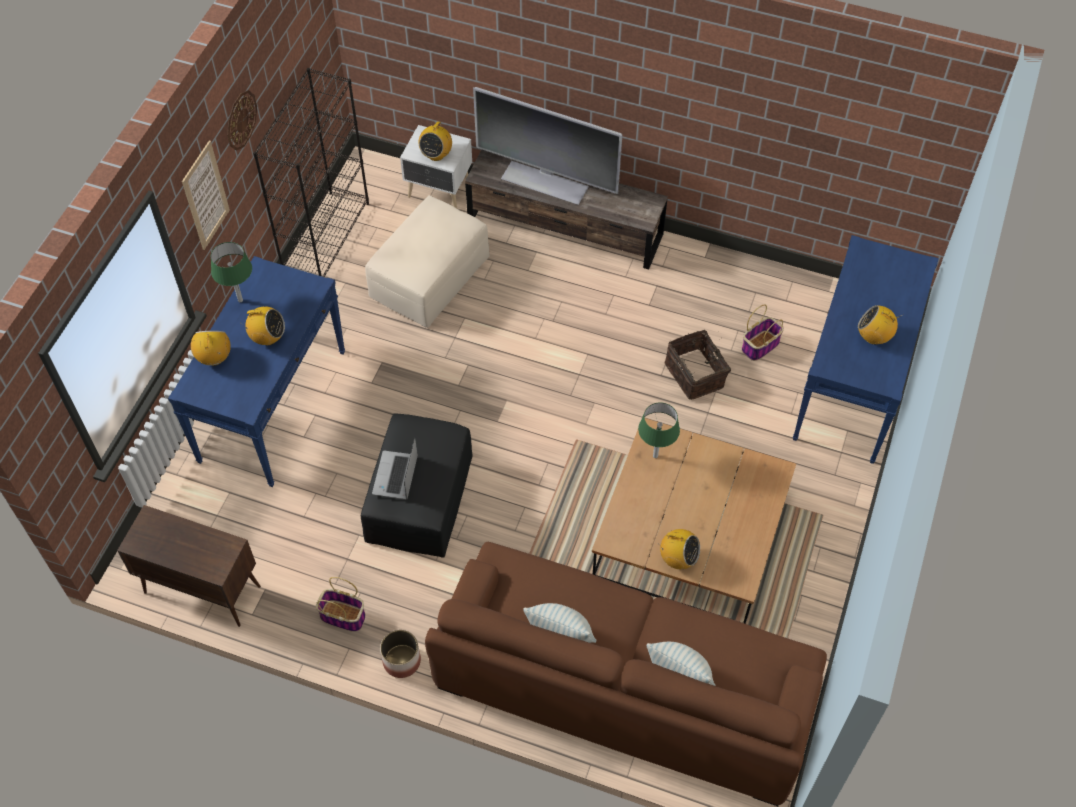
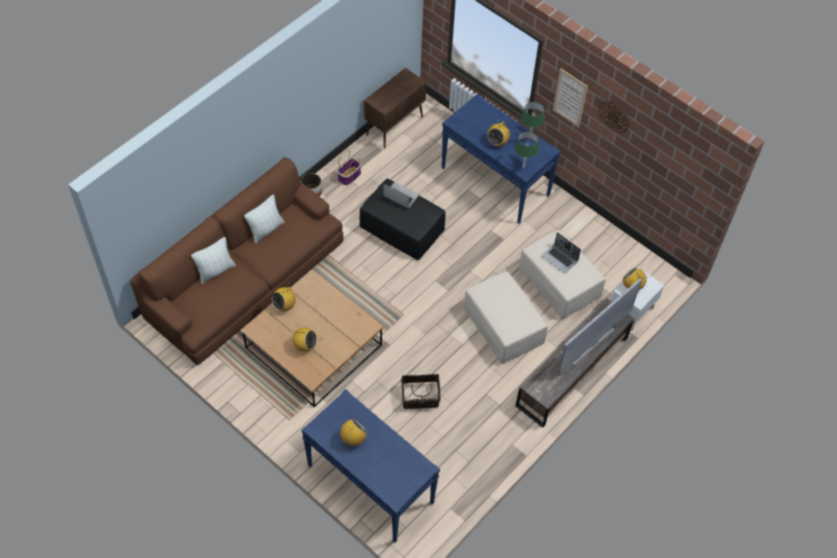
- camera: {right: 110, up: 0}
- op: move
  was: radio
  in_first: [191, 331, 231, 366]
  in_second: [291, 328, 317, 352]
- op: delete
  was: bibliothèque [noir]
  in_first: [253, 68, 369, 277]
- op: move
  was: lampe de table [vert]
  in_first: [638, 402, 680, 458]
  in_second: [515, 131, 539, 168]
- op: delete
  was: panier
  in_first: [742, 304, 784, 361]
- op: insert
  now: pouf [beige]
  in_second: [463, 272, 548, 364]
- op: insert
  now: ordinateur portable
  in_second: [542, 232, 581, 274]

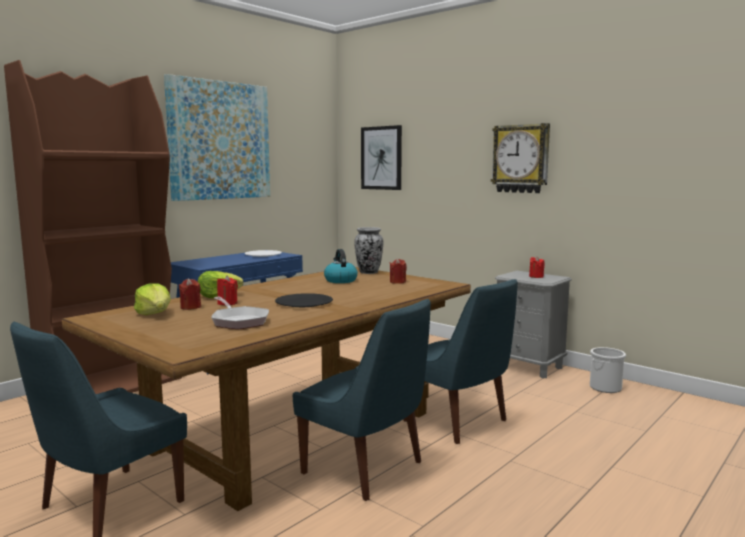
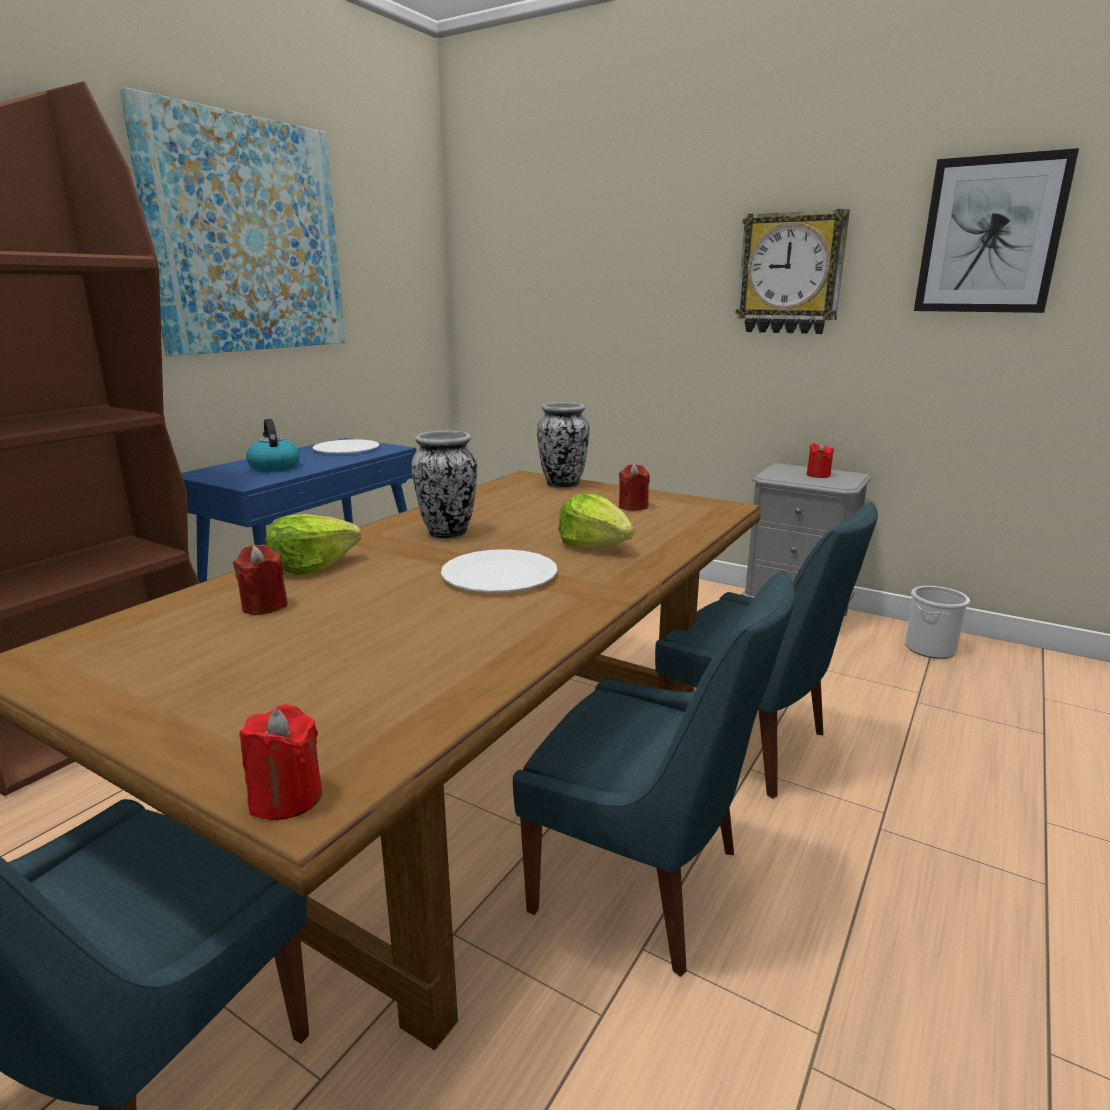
- camera: {right: -10, up: 10}
- op: move
  was: laitue
  in_first: [134, 283, 171, 315]
  in_second: [558, 493, 634, 549]
- op: delete
  was: poêle
  in_first: [211, 297, 269, 329]
- op: move
  was: bougie [rouge]
  in_first: [217, 275, 238, 305]
  in_second: [239, 704, 322, 820]
- op: recolor
  was: assiette [noir]
  now: assiette [blanc]
  in_first: [275, 293, 333, 307]
  in_second: [441, 549, 557, 592]
- op: move
  was: bouilloire
  in_first: [324, 249, 358, 283]
  in_second: [246, 419, 300, 472]
- op: move
  was: tableau
  in_first: [361, 125, 402, 190]
  in_second: [914, 148, 1079, 313]
- op: insert
  now: vase
  in_second: [412, 431, 477, 539]

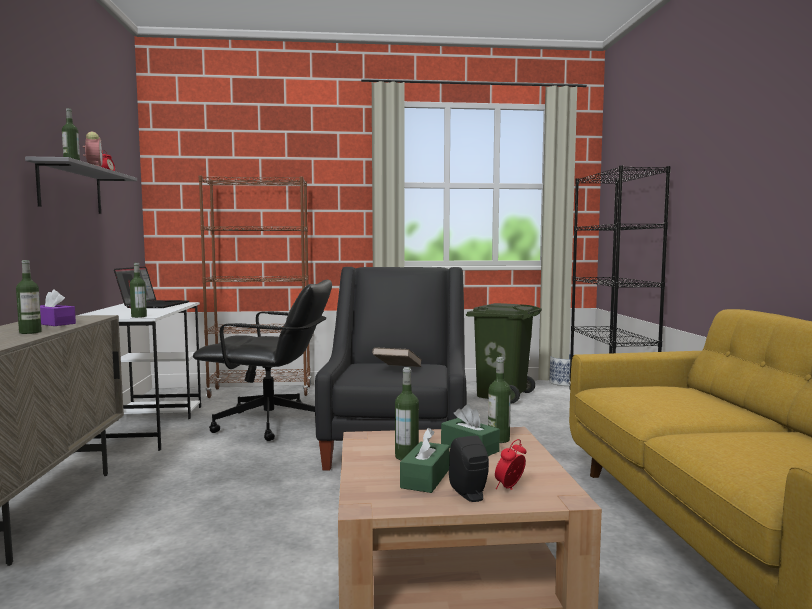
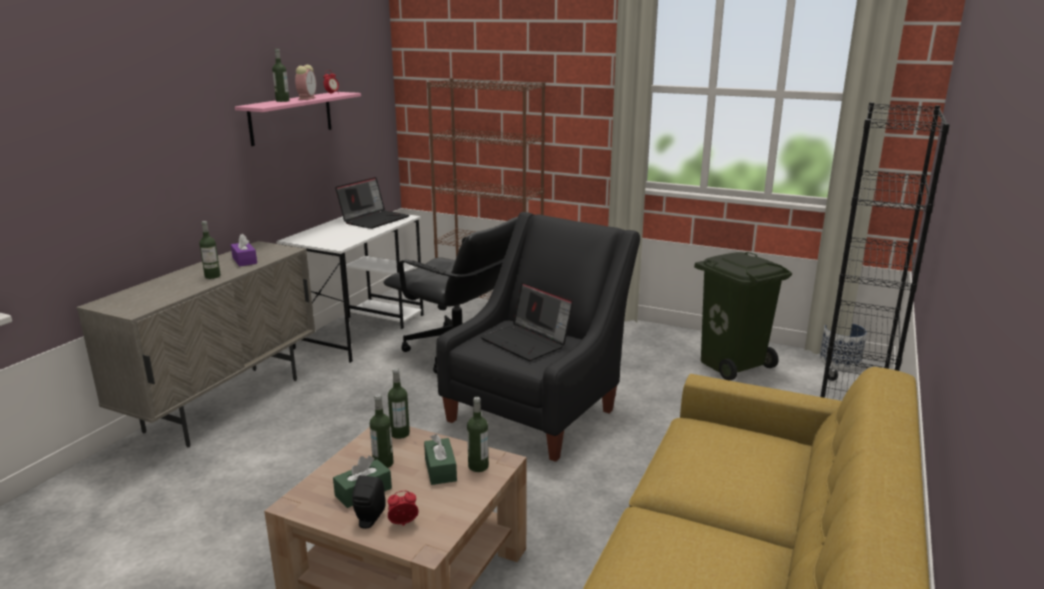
- camera: {right: 30, up: 15}
- op: recolor
  was: étagère [gris]
  now: étagère [rose]
  in_first: [25, 157, 137, 214]
  in_second: [235, 92, 361, 146]
- op: move
  was: bouteille
  in_first: [130, 263, 147, 318]
  in_second: [388, 368, 410, 439]
- op: replace
  was: livre [marron]
  now: ordinateur portable
  in_first: [372, 347, 422, 367]
  in_second: [481, 282, 573, 361]

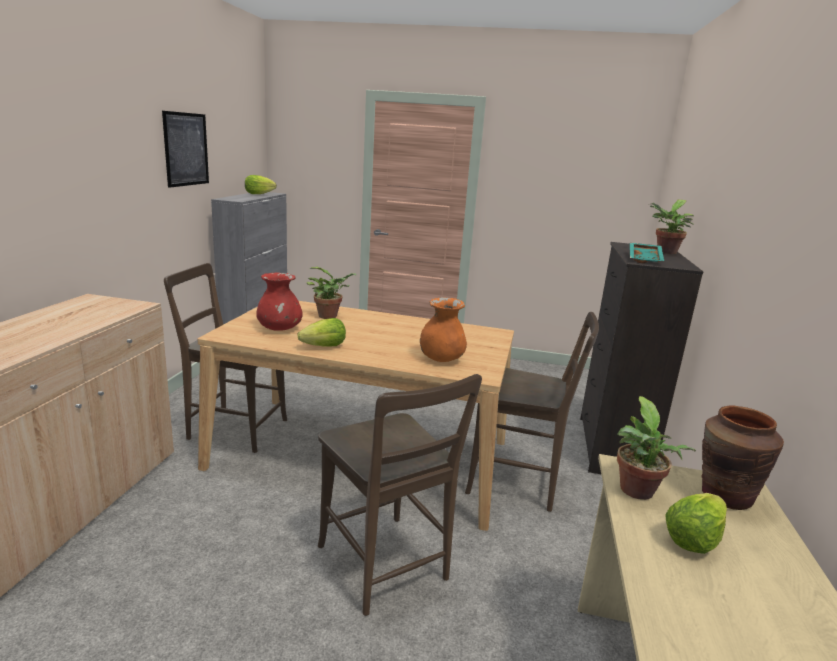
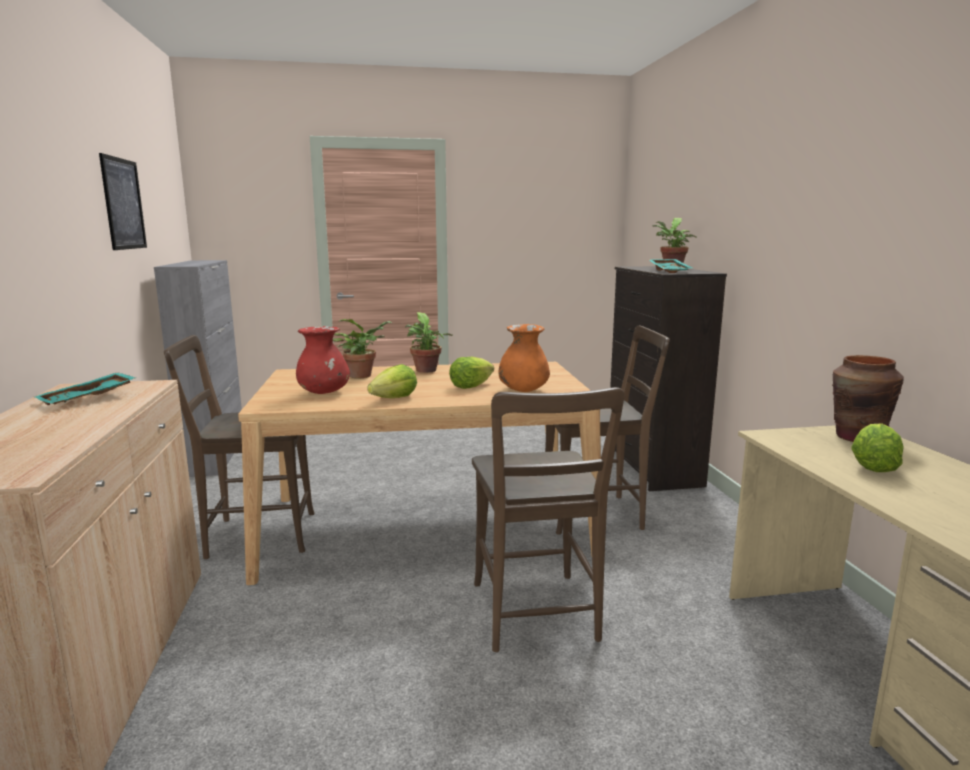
- camera: {right: -20, up: -5}
- op: move
  was: laitue
  in_first: [245, 175, 277, 194]
  in_second: [449, 357, 494, 389]
- op: rotate
  was: chaise [marron]
  in_first: [318, 374, 482, 616]
  in_second: [472, 387, 624, 652]
  clockwise: 45
- op: move
  was: plante en pot
  in_first: [617, 396, 696, 500]
  in_second: [405, 312, 453, 373]
- op: insert
  now: plateau [turquoise]
  in_second: [35, 372, 136, 405]

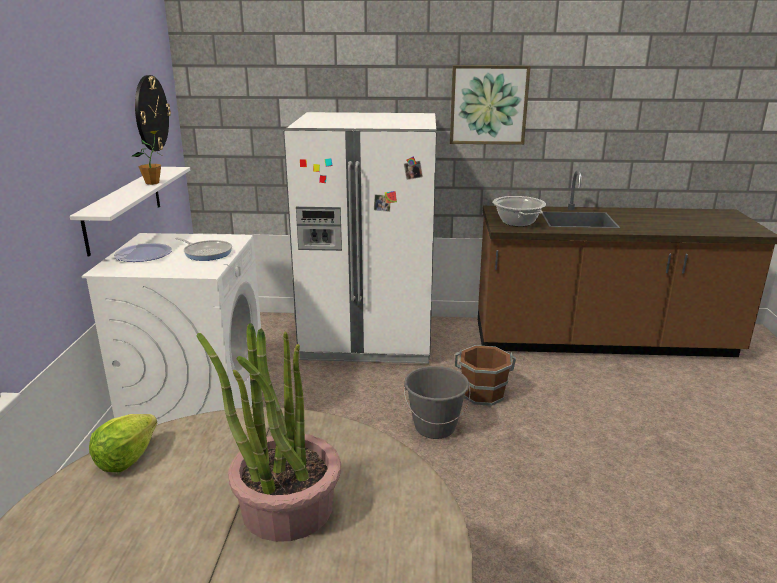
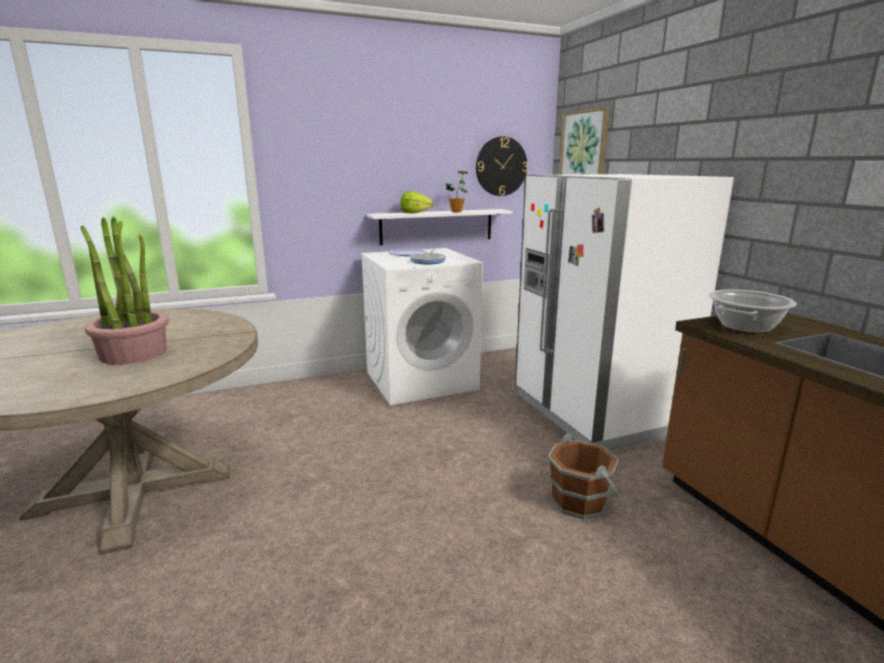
- camera: {right: 65, up: -5}
- op: move
  was: laitue
  in_first: [89, 414, 157, 472]
  in_second: [400, 191, 433, 214]
- op: delete
  was: seau [gris]
  in_first: [403, 366, 470, 439]
- op: move
  was: tableau
  in_first: [450, 65, 531, 145]
  in_second: [559, 107, 610, 175]

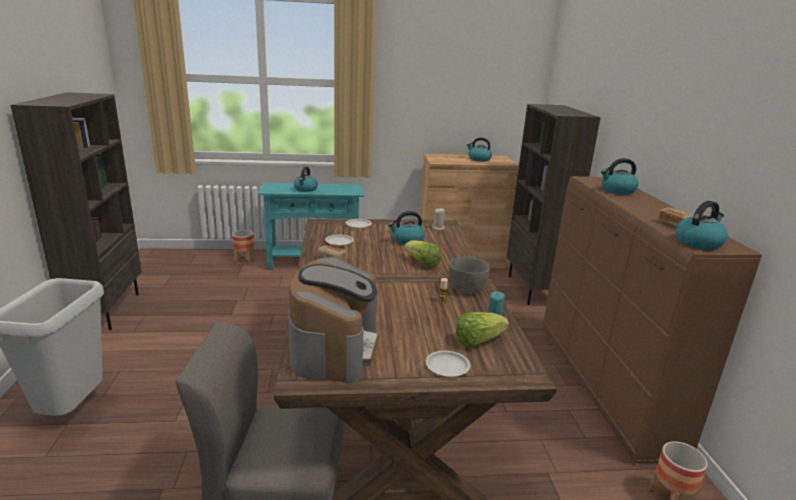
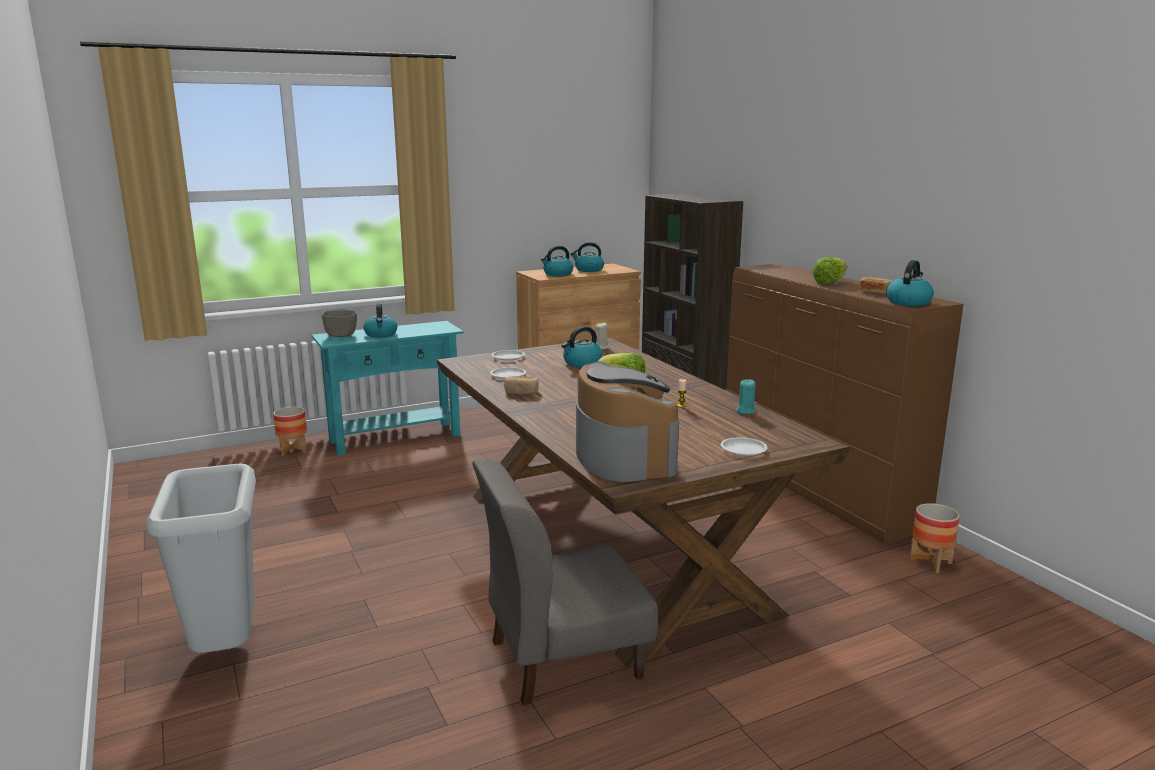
- camera: {right: -20, up: -5}
- op: delete
  was: bibliothèque [marron]
  in_first: [11, 92, 142, 330]
- op: move
  was: bol [gris]
  in_first: [449, 256, 490, 294]
  in_second: [322, 310, 357, 337]
- op: move
  was: laitue
  in_first: [456, 312, 509, 347]
  in_second: [812, 257, 847, 285]
- op: move
  was: bouilloire
  in_first: [601, 158, 639, 195]
  in_second: [541, 246, 573, 276]

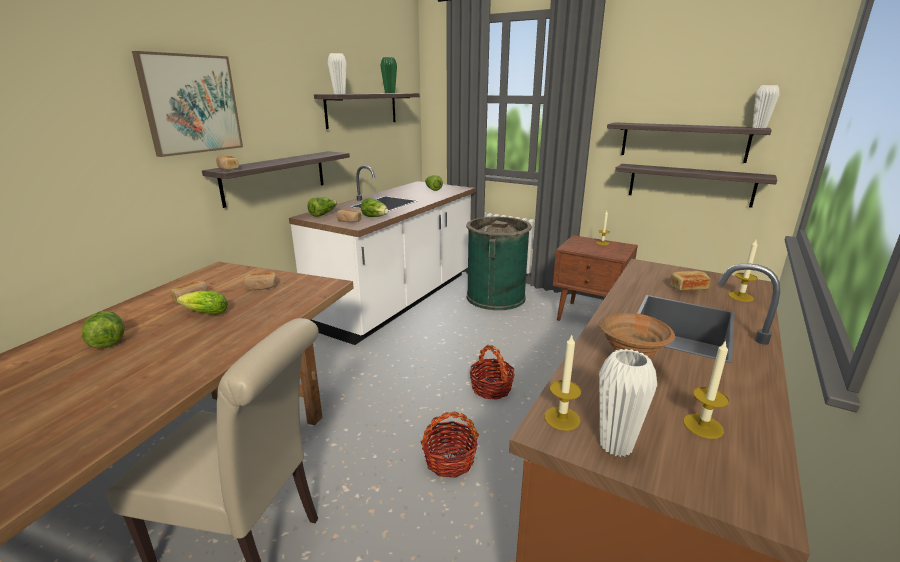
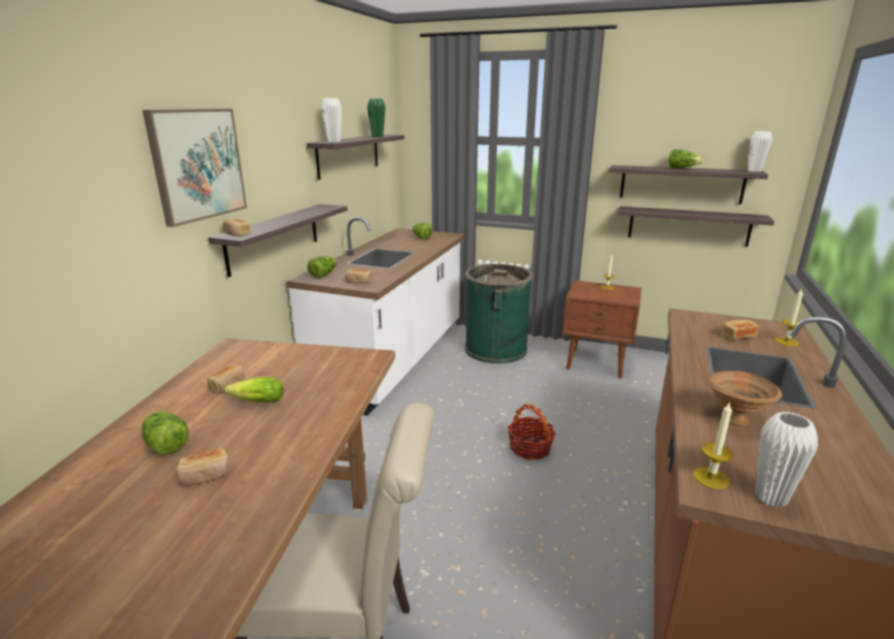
- camera: {right: -10, up: 0}
- op: move
  was: pain
  in_first: [244, 272, 277, 290]
  in_second: [176, 449, 230, 486]
- op: move
  was: laitue
  in_first: [361, 198, 389, 217]
  in_second: [668, 149, 704, 168]
- op: delete
  was: panier
  in_first: [421, 411, 479, 478]
- op: delete
  was: bougie
  in_first: [683, 340, 729, 439]

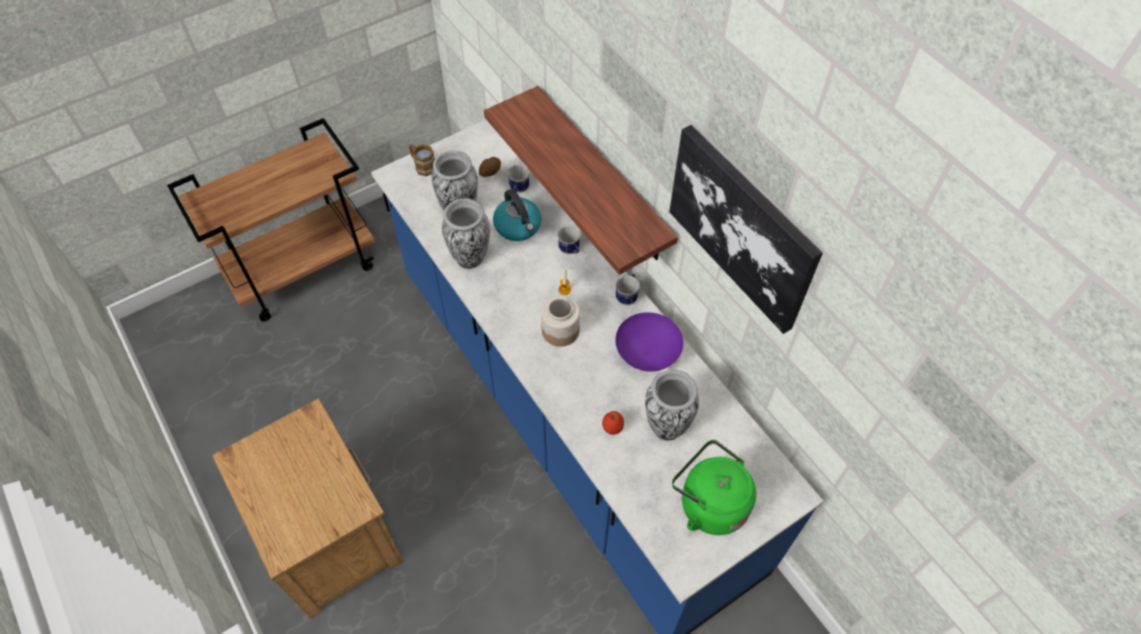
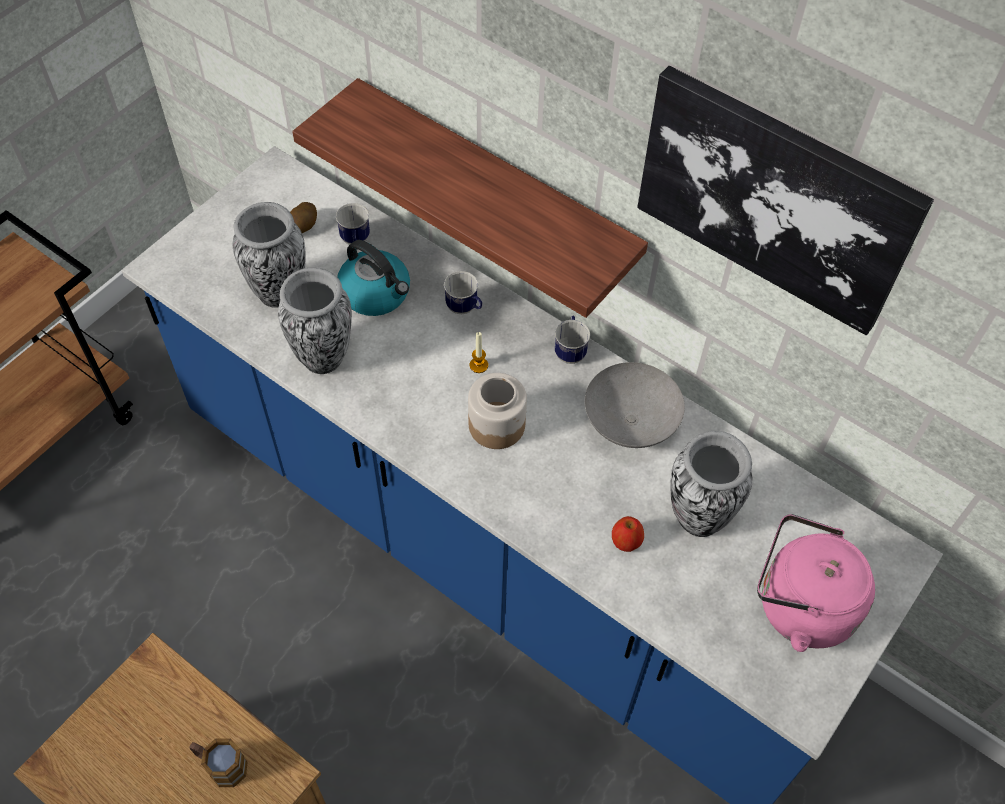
- camera: {right: -20, up: 0}
- op: move
  was: mug
  in_first: [409, 144, 435, 176]
  in_second: [189, 738, 248, 787]
- op: recolor
  was: bol [violet]
  now: bol [gris]
  in_first: [615, 312, 683, 371]
  in_second: [585, 362, 685, 448]
- op: recolor
  was: bouilloire [vert]
  now: bouilloire [rose]
  in_first: [672, 440, 756, 535]
  in_second: [757, 514, 875, 652]

